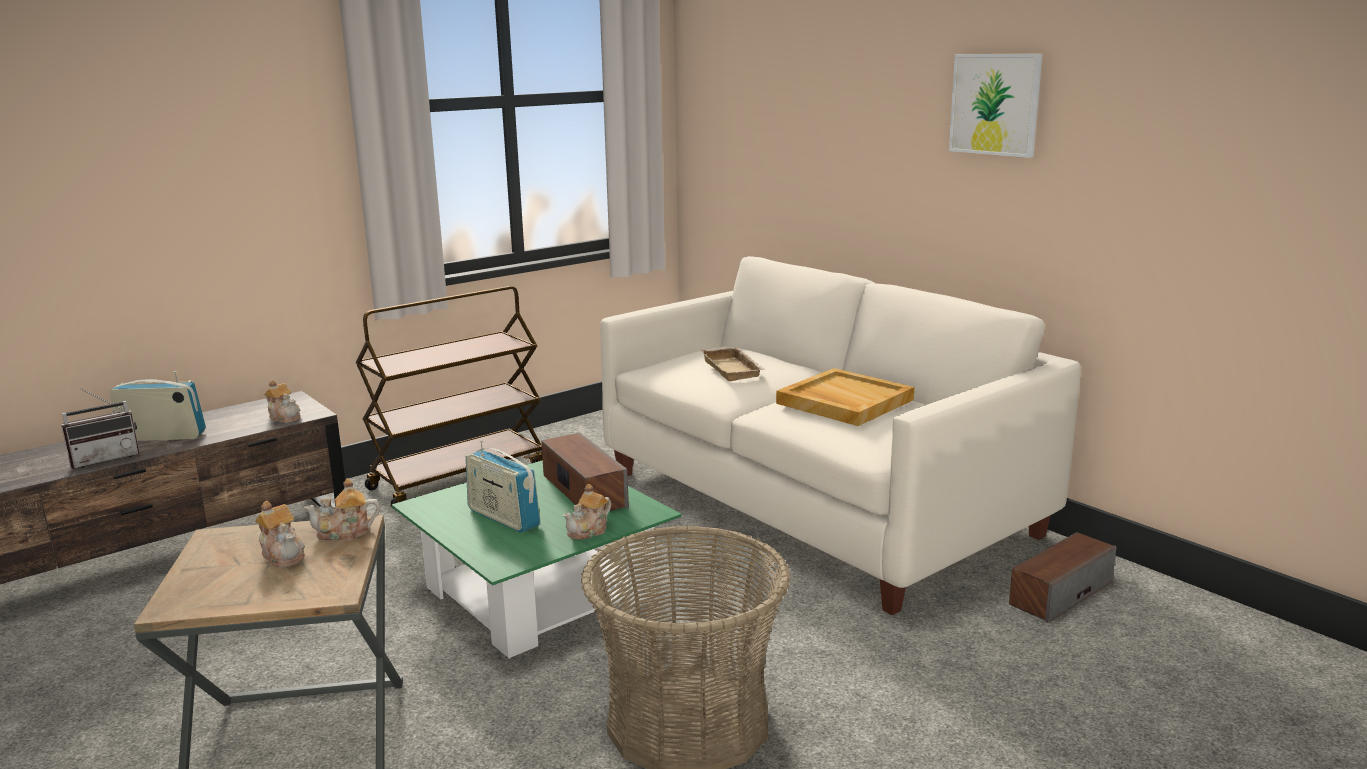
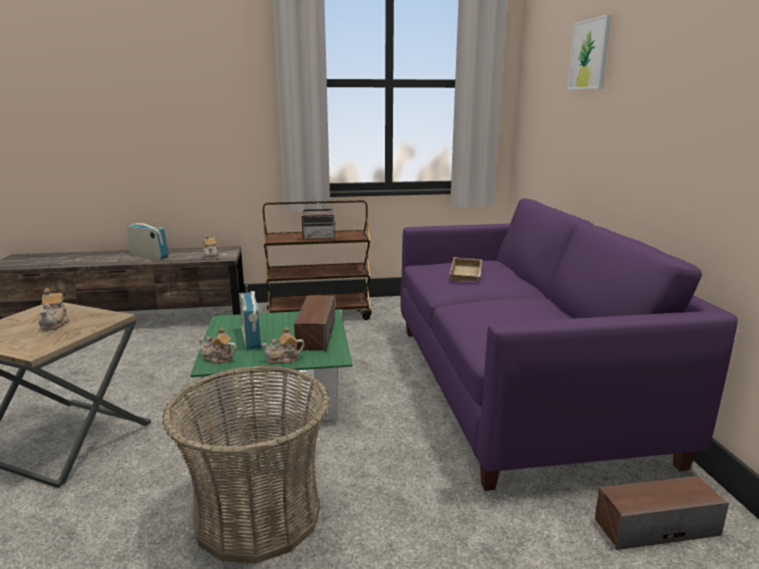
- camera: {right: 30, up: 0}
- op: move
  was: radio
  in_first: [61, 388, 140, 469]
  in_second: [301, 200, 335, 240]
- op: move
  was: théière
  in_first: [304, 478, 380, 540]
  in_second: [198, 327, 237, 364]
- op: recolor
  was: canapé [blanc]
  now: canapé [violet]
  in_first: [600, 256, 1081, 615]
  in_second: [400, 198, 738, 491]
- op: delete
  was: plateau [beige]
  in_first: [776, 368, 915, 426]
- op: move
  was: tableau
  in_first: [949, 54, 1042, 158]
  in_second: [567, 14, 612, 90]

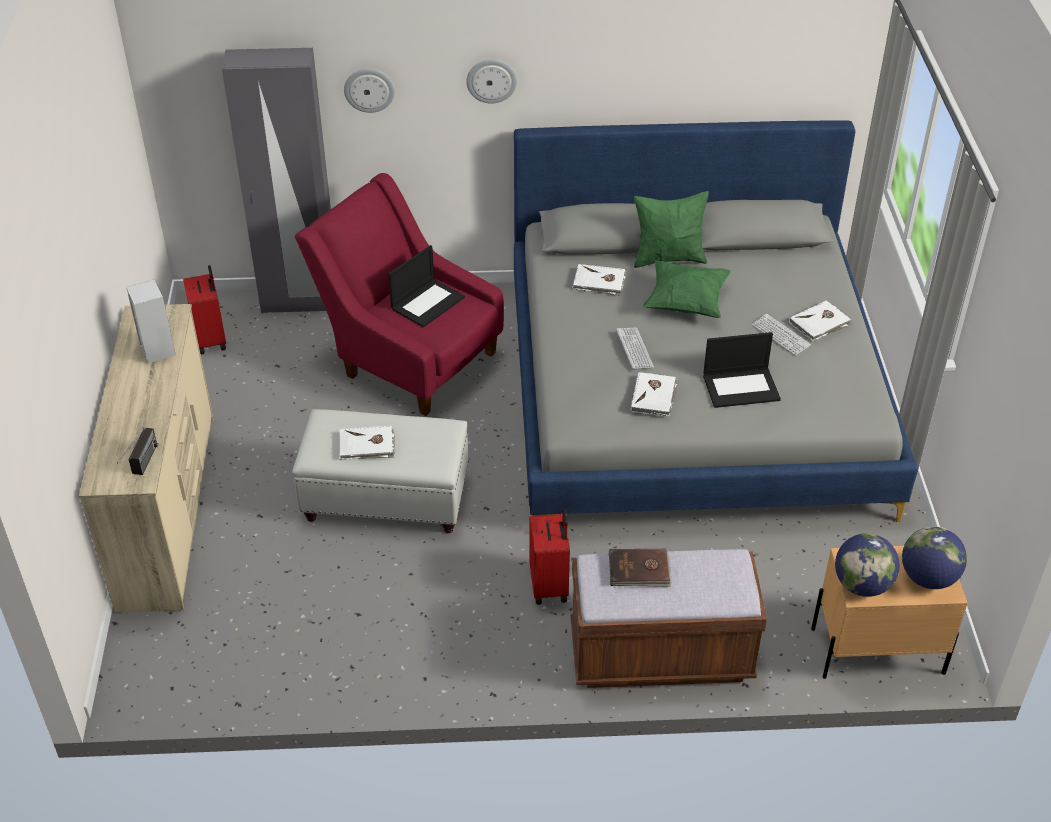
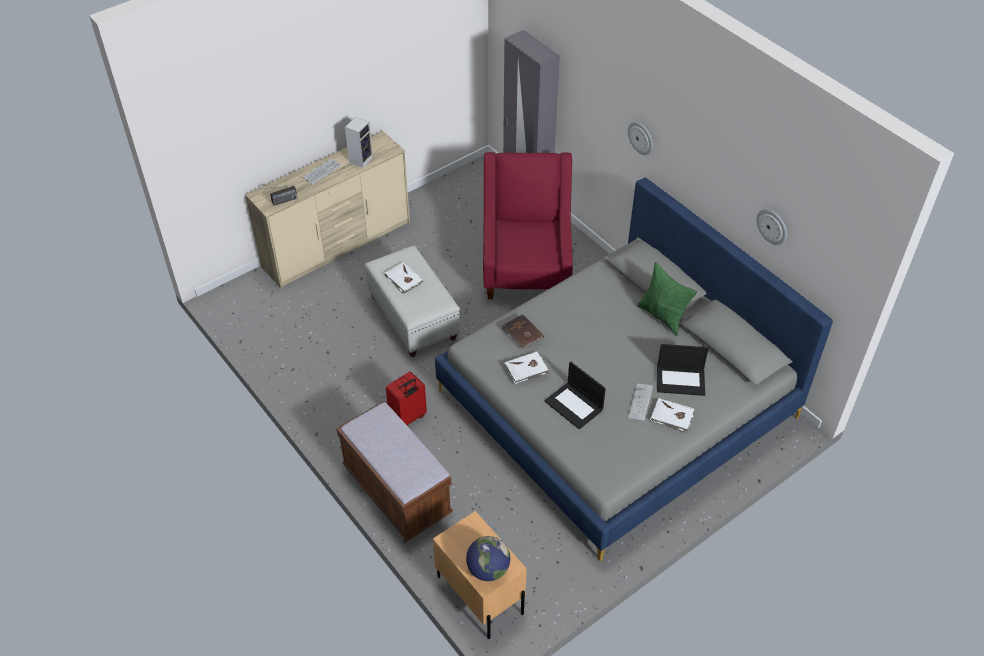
- camera: {right: 55, up: 5}
- op: delete
  was: valise [rouge]
  in_first: [183, 265, 226, 355]
- op: move
  was: horloge murale
  in_first: [344, 69, 395, 113]
  in_second: [756, 209, 787, 245]
- op: move
  was: ordinateur portable
  in_first: [388, 245, 465, 327]
  in_second: [657, 344, 708, 396]
- op: delete
  was: livre [blanc]
  in_first: [572, 264, 626, 296]
- op: move
  was: livre [marron]
  in_first: [609, 549, 672, 587]
  in_second: [502, 314, 544, 350]
- op: move
  was: clavier
  in_first: [616, 327, 654, 370]
  in_second: [303, 158, 341, 184]
- op: delete
  was: coussin [vert]
  in_first: [643, 261, 731, 318]
- op: delete
  was: globe
  in_first: [835, 533, 900, 597]

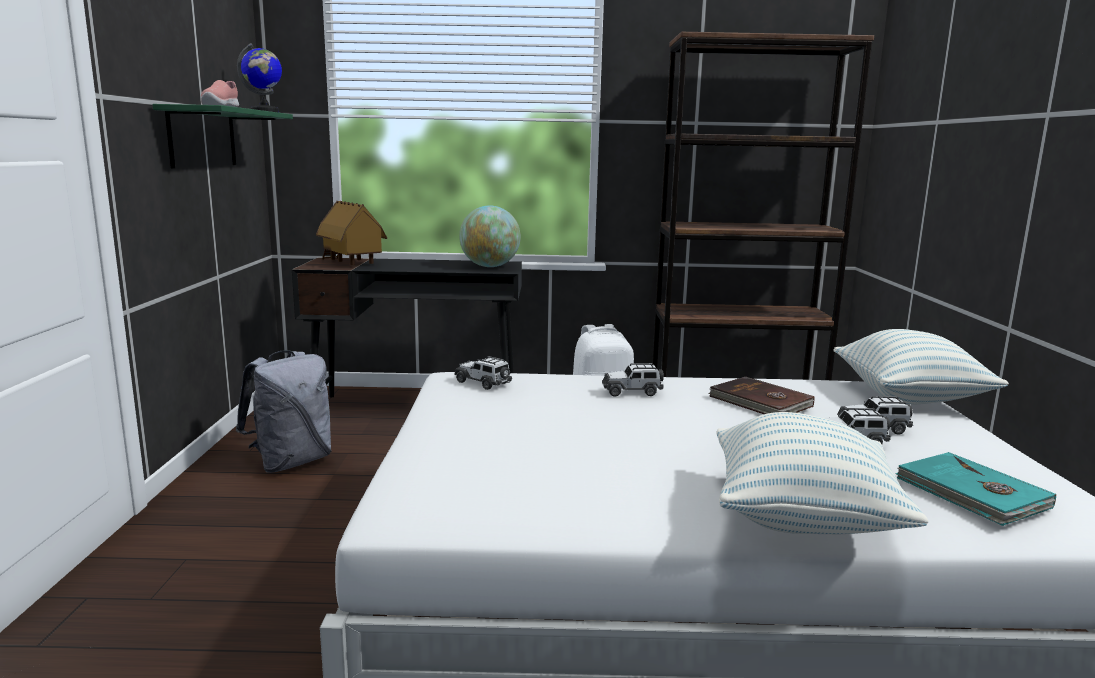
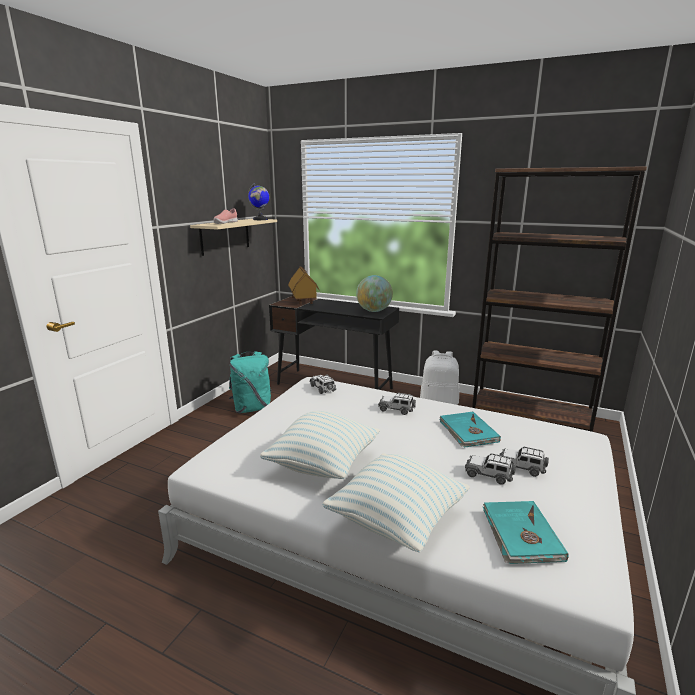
- camera: {right: 25, up: 5}
- op: recolor
  was: étagère [vert]
  now: étagère [beige]
  in_first: [152, 104, 293, 169]
  in_second: [190, 219, 277, 256]
- op: recolor
  was: sac à dos [gris]
  now: sac à dos [turquoise]
  in_first: [236, 350, 332, 473]
  in_second: [229, 351, 272, 413]
- op: recolor
  was: livre [marron]
  now: livre [turquoise]
  in_first: [708, 376, 815, 414]
  in_second: [439, 411, 501, 448]
- op: move
  was: coussin
  in_first: [833, 329, 1009, 404]
  in_second: [260, 411, 380, 479]

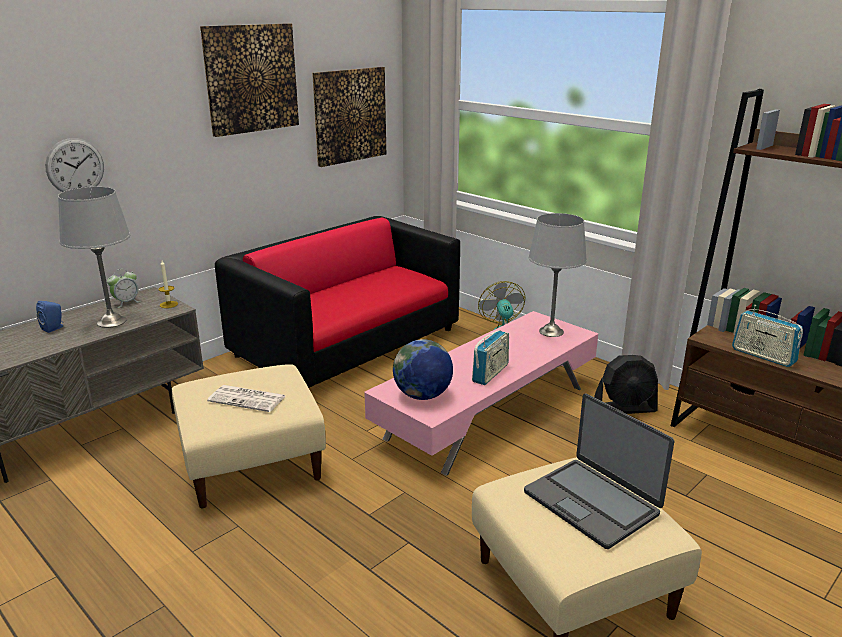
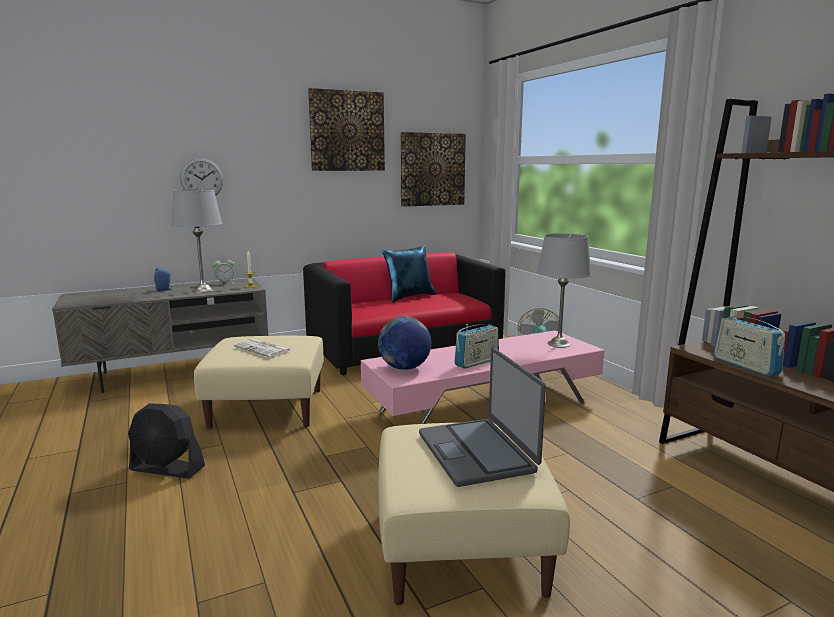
- camera: {right: 20, up: -10}
- op: move
  was: ventilateur [noir]
  in_first: [594, 355, 658, 414]
  in_second: [128, 403, 205, 479]
- op: insert
  now: coussin [bleu]
  in_second: [382, 245, 437, 302]

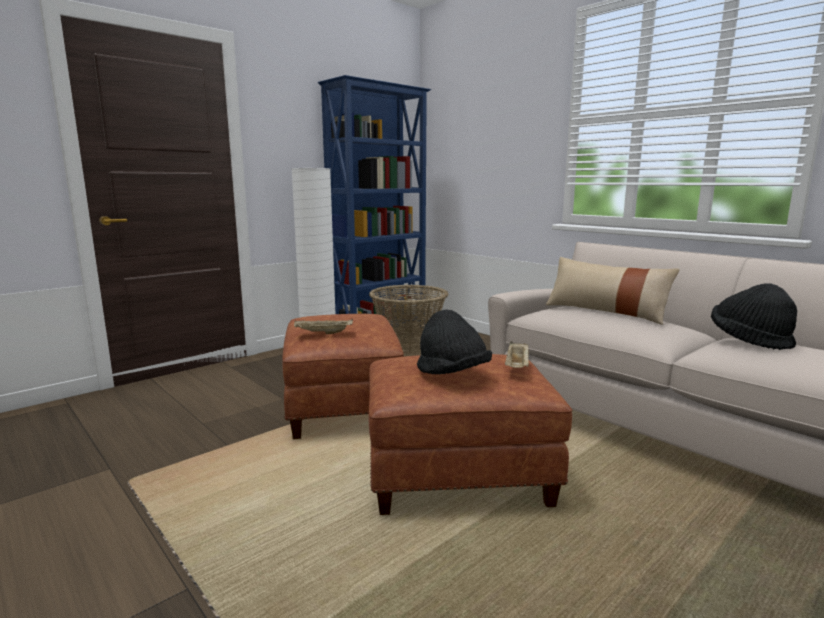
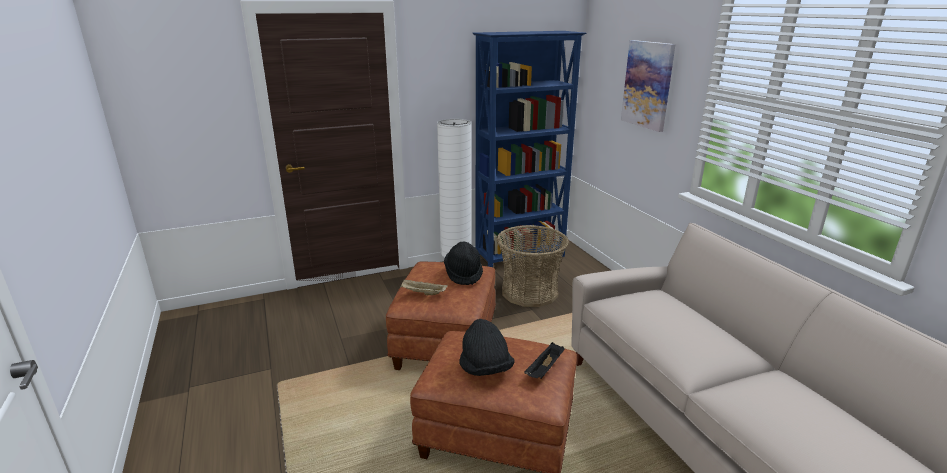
- camera: {right: 20, up: 10}
- op: recolor
  was: plateau [beige]
  now: plateau [noir]
  in_first: [505, 341, 529, 368]
  in_second: [524, 342, 565, 379]
- op: delete
  was: coussin [beige]
  in_first: [546, 257, 680, 325]
- op: move
  was: chapeau [noir]
  in_first: [711, 283, 797, 350]
  in_second: [444, 242, 483, 285]
- op: insert
  now: tableau
  in_second: [621, 40, 676, 132]

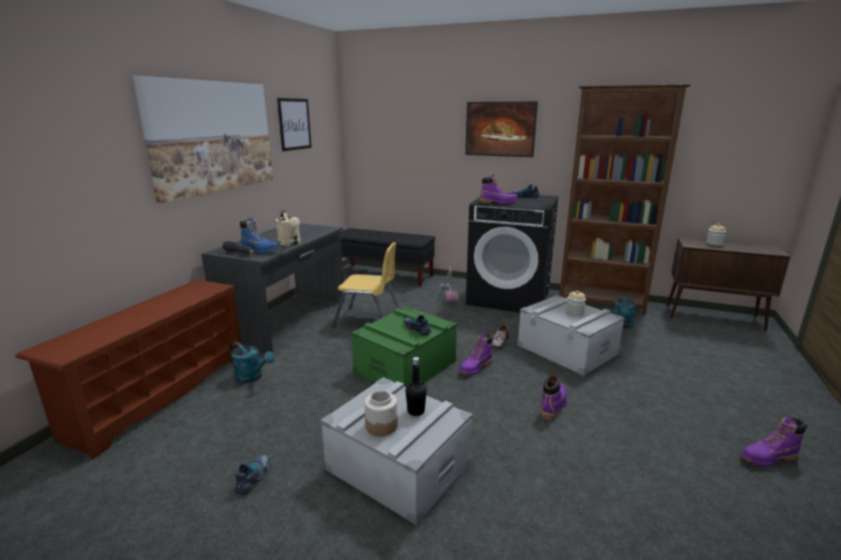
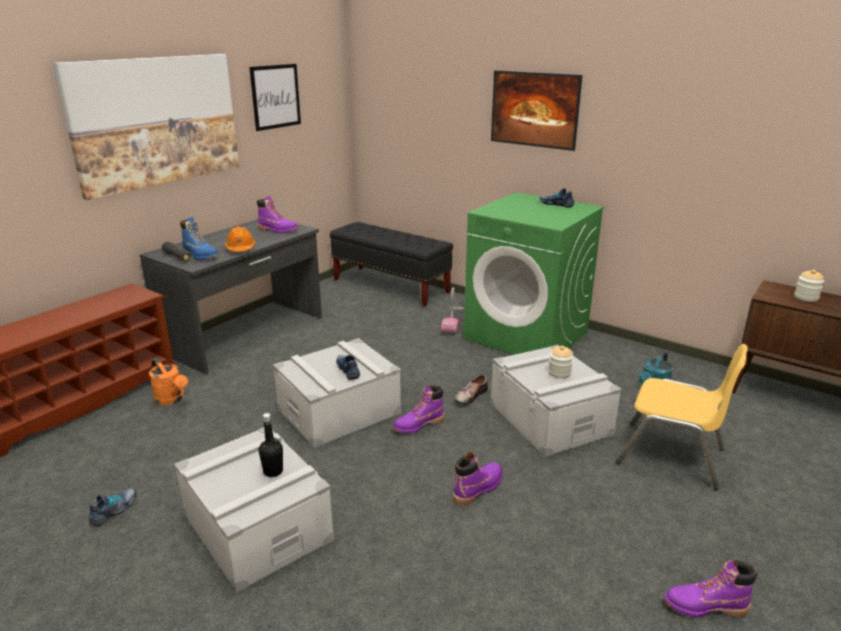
- camera: {right: 15, up: 5}
- op: recolor
  was: arrosoir [turquoise]
  now: arrosoir [orange]
  in_first: [229, 341, 275, 383]
  in_second: [149, 358, 188, 405]
- op: replace
  was: arrosoir [beige]
  now: casque de chantier [orange]
  in_first: [276, 210, 301, 246]
  in_second: [225, 226, 255, 252]
- op: move
  was: chaise [jaune]
  in_first: [333, 242, 401, 327]
  in_second: [616, 344, 748, 490]
- op: recolor
  was: boîte de rangement [vert]
  now: boîte de rangement [gris]
  in_first: [351, 306, 457, 387]
  in_second: [273, 338, 401, 448]
- op: delete
  was: bocal
  in_first: [364, 391, 398, 436]
- op: recolor
  was: lave-linge [noir]
  now: lave-linge [vert]
  in_first: [466, 193, 559, 312]
  in_second: [464, 192, 604, 355]
- op: move
  was: botte [violet]
  in_first: [480, 174, 519, 204]
  in_second: [257, 196, 299, 233]
- op: delete
  was: bibliothèque [marron]
  in_first: [559, 84, 691, 315]

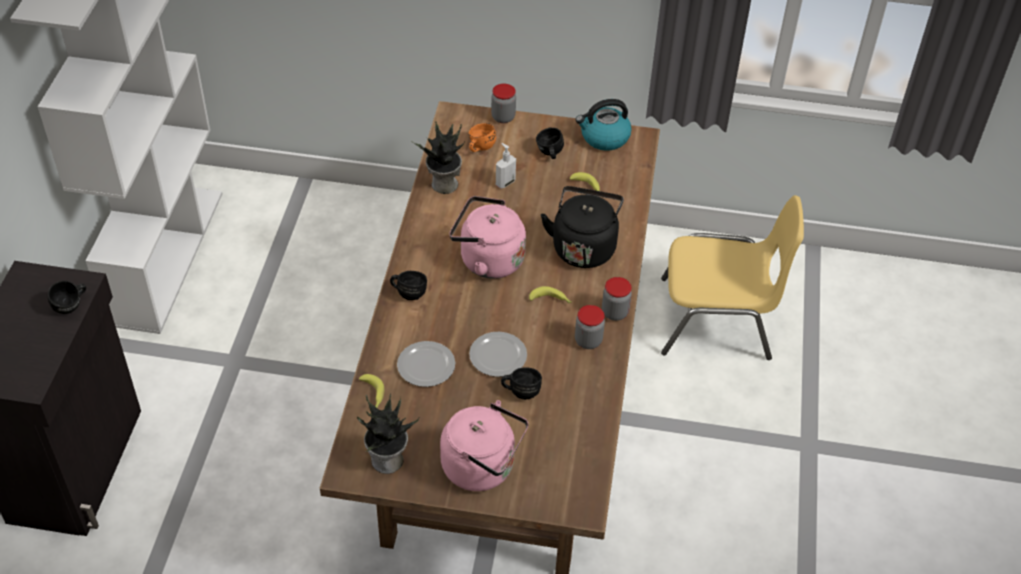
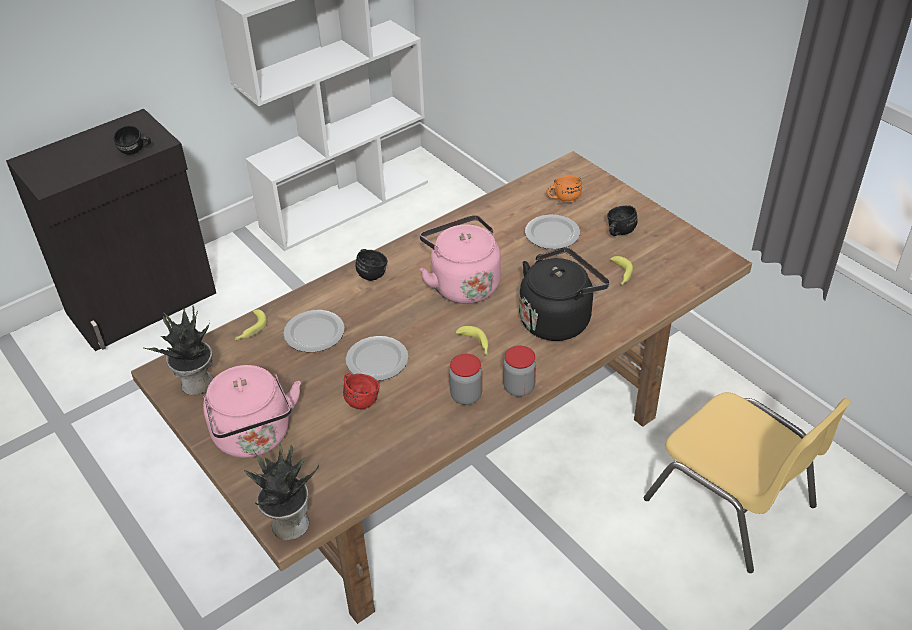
- camera: {right: 45, up: -5}
- op: move
  was: plante en pot
  in_first: [412, 121, 464, 194]
  in_second: [244, 442, 319, 540]
- op: delete
  was: bocal
  in_first: [491, 84, 516, 123]
- op: replace
  was: distributeur de savon
  now: assiette
  in_first: [496, 143, 516, 189]
  in_second: [525, 215, 580, 249]
- op: recolor
  was: mug [noir]
  now: mug [rouge]
  in_first: [501, 367, 542, 400]
  in_second: [343, 373, 379, 410]
- op: delete
  was: bouilloire
  in_first: [576, 99, 632, 151]

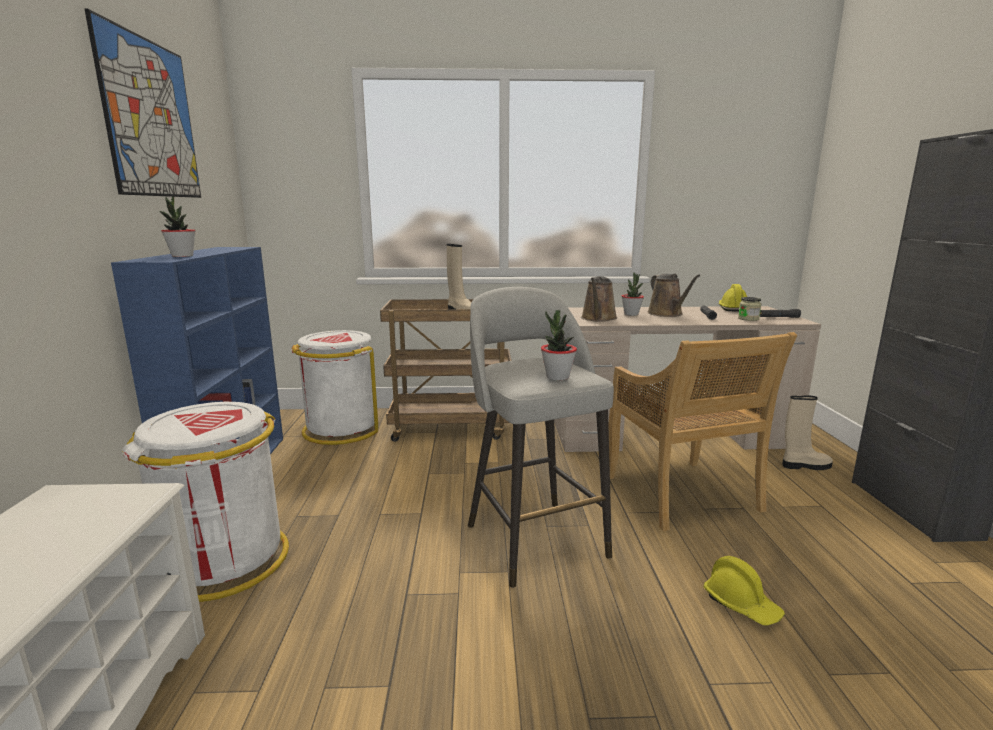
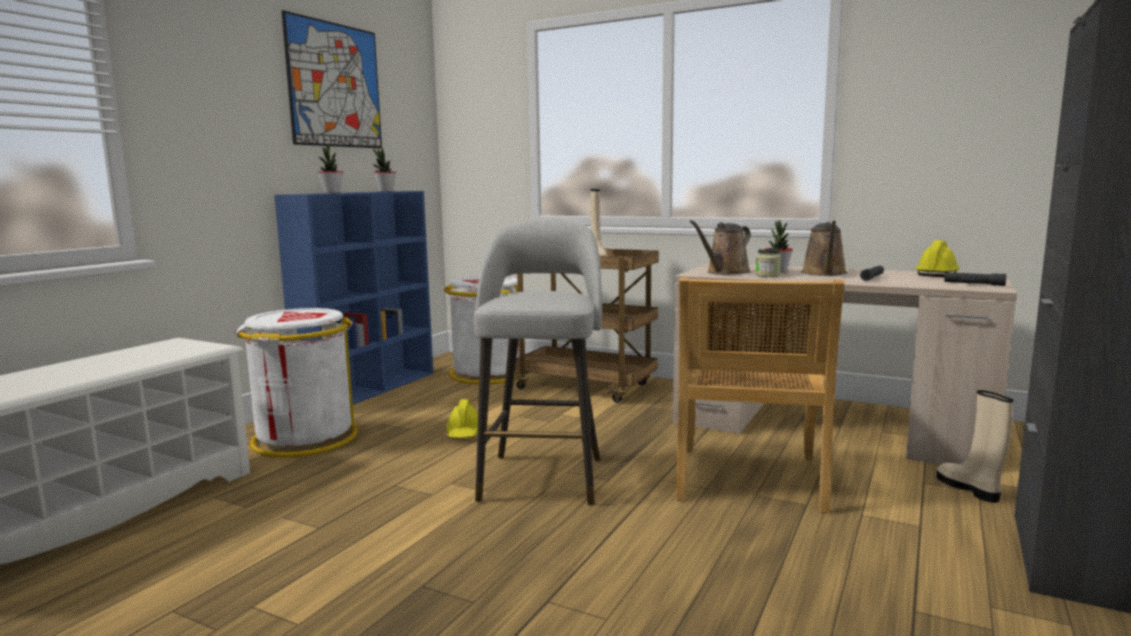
- camera: {right: 30, up: -5}
- op: move
  was: plante en pot
  in_first: [541, 310, 577, 381]
  in_second: [373, 148, 396, 192]
- op: move
  was: casque de chantier [jaune]
  in_first: [704, 556, 785, 626]
  in_second: [446, 399, 478, 438]
- op: move
  was: bocal
  in_first: [738, 297, 761, 321]
  in_second: [756, 249, 781, 277]
- op: rotate
  was: botte [beige]
  in_first: [782, 395, 833, 470]
  in_second: [936, 390, 1013, 503]
  clockwise: -135

